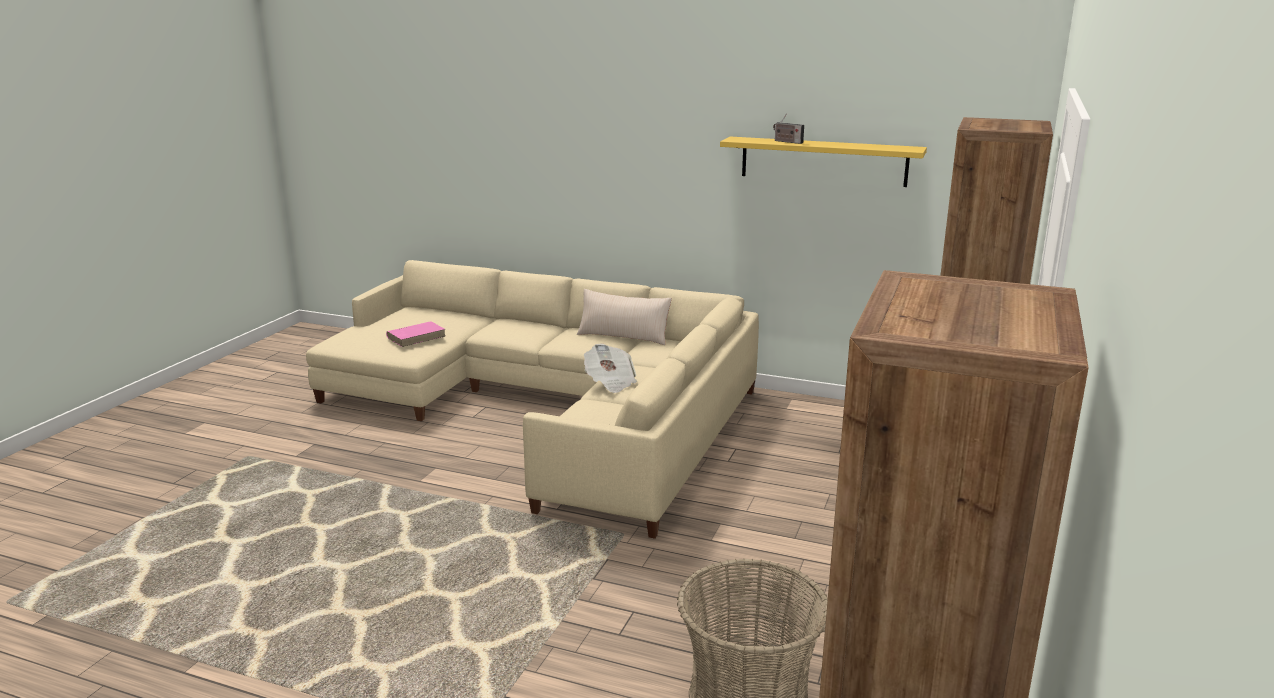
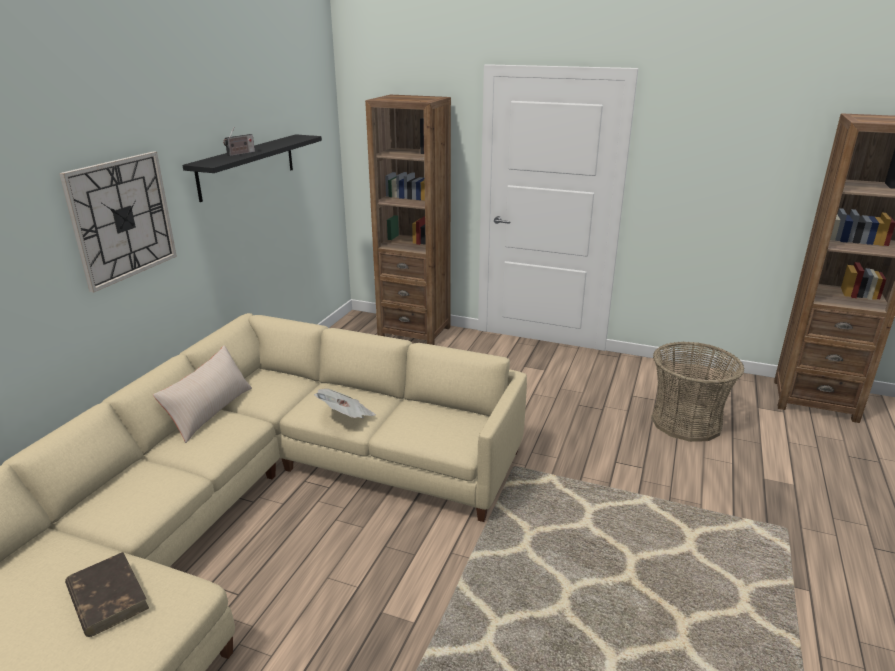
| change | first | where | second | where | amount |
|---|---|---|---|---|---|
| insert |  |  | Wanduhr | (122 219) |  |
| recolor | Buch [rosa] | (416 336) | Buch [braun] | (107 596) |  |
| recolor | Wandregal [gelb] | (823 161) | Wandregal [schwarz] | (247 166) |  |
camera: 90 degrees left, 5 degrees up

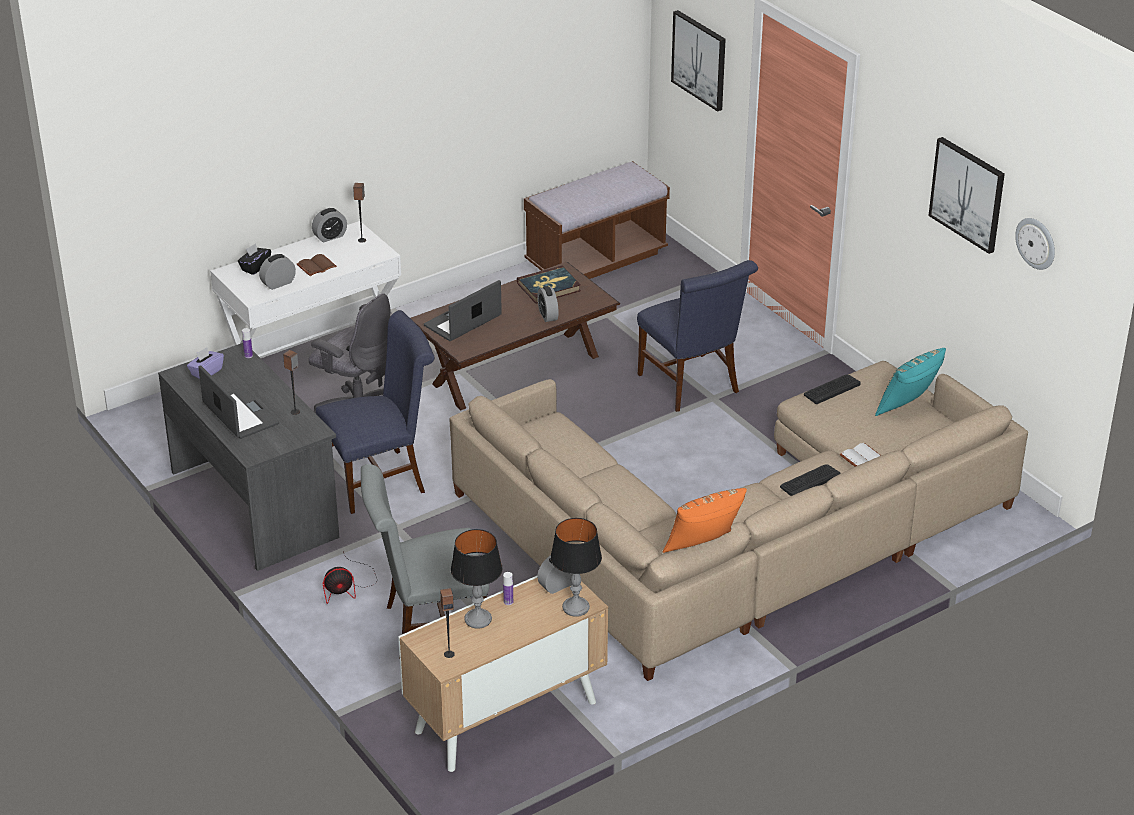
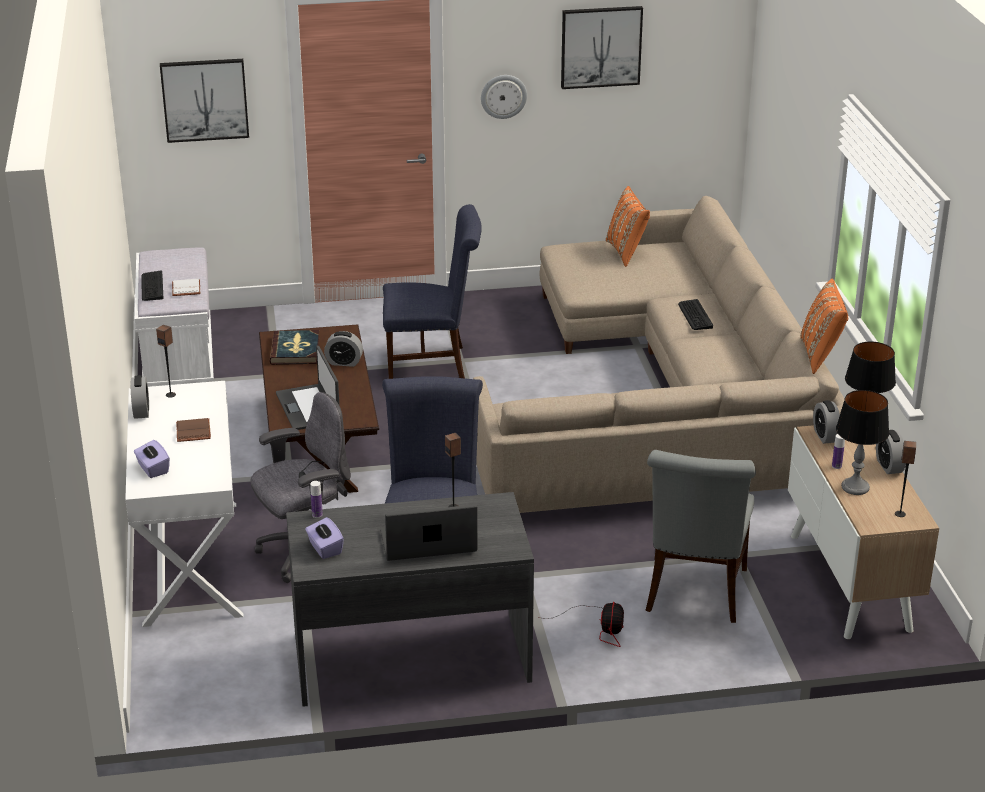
| change | first | where | second | where | amount |
|---|---|---|---|---|---|
| recolor | Taschentuchbox [schwarz] | (255 267) | Taschentuchbox [lila] | (152 469) |  |
| recolor | Bank [braun] | (596 259) | Bank [weiß] | (178 356) |  |
| move | Tastatur | (831 389) |  | (152 287) |  |
| move | Buch [weiß] | (861 456) |  | (185 288) |  |
| move | Wanduhr | (1036 243) |  | (503 96) |  |
| recolor | Kissen [türkis] | (908 409) | Kissen [orange] | (626 252) |  |
| move | Wecker | (278 283) |  | (889 466) |  |
camera: 65 degrees left, 5 degrees down

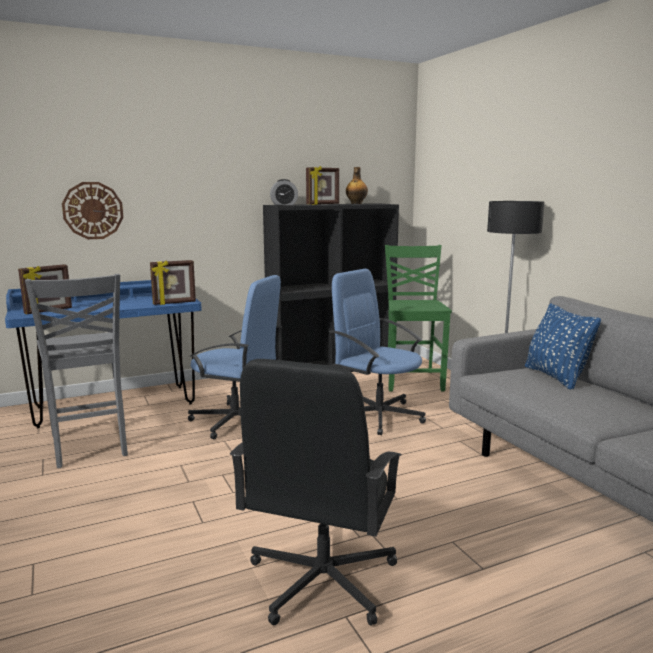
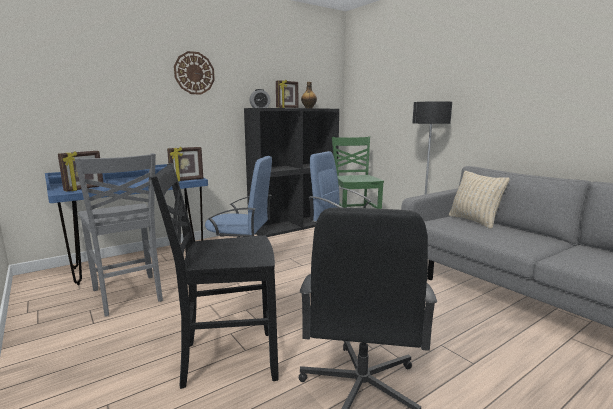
| change | first | where | second | where | amount |
|---|---|---|---|---|---|
| insert |  |  | Stuhl [schwarz] | (227 359) |  |
| move | Wanduhr | (93 210) |  | (194 73) |  |
| recolor | Kissen [blau] | (556 377) | Kissen [beige] | (474 221) |  |
camera: 10 degrees left, 0 degrees up

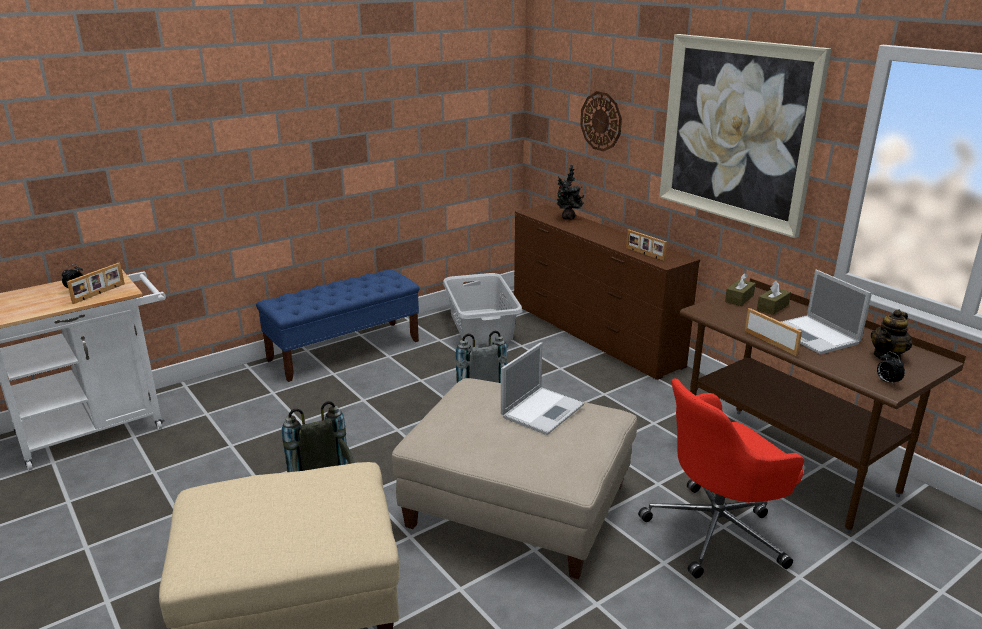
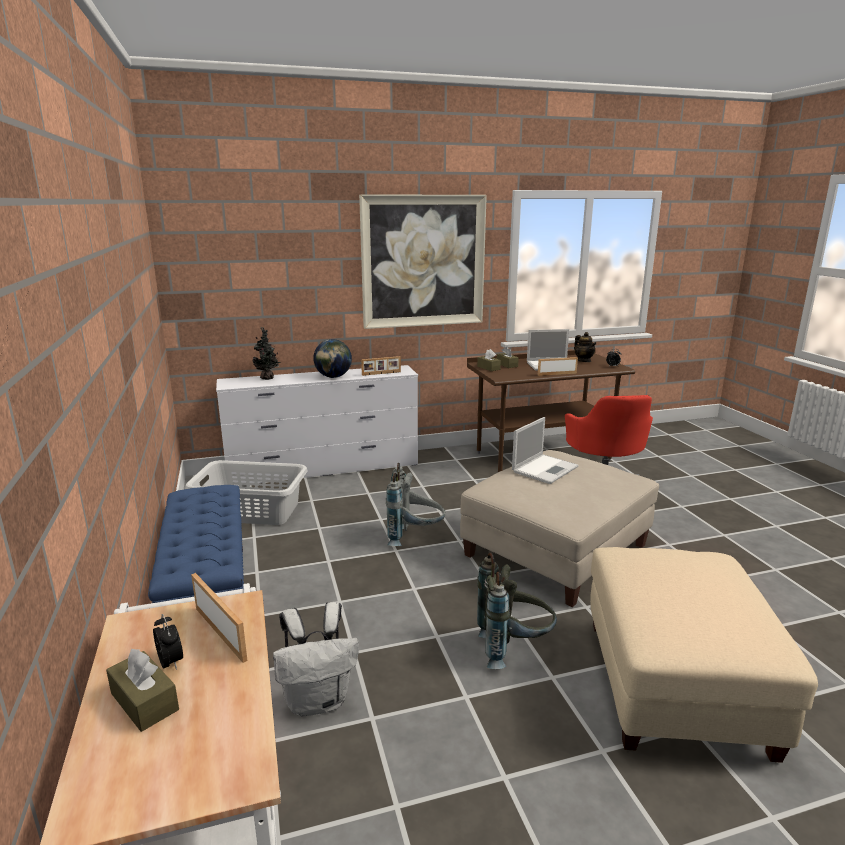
| change | first | where | second | where | amount |
|---|---|---|---|---|---|
| insert |  |  | Taschentuchbox [braun] | (144 701) |  |
| recolor | Kommode [braun] | (593 334) | Kommode [weiß] | (324 469) |  |
| insert |  |  | Rucksack [weiß] | (318 700) |  |
| insert |  |  | Globus | (333 377) |  |
| rotate | Laptop | (543 410) |  | (545 469) | 75 degrees clockwise |
| delete | Wanduhr | (601 121) |  |  |  |
camera: 70 degrees left, 5 degrees down

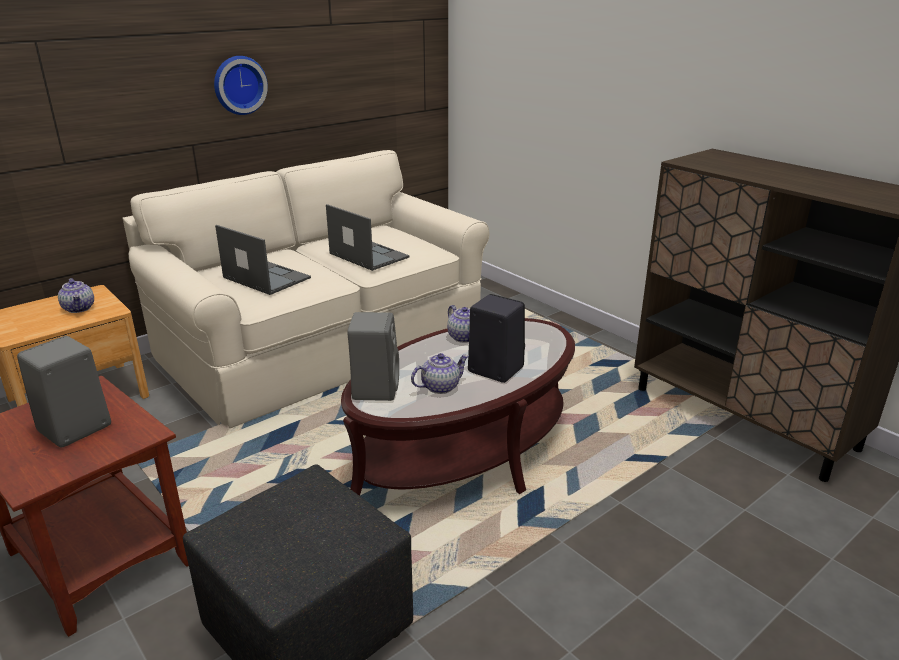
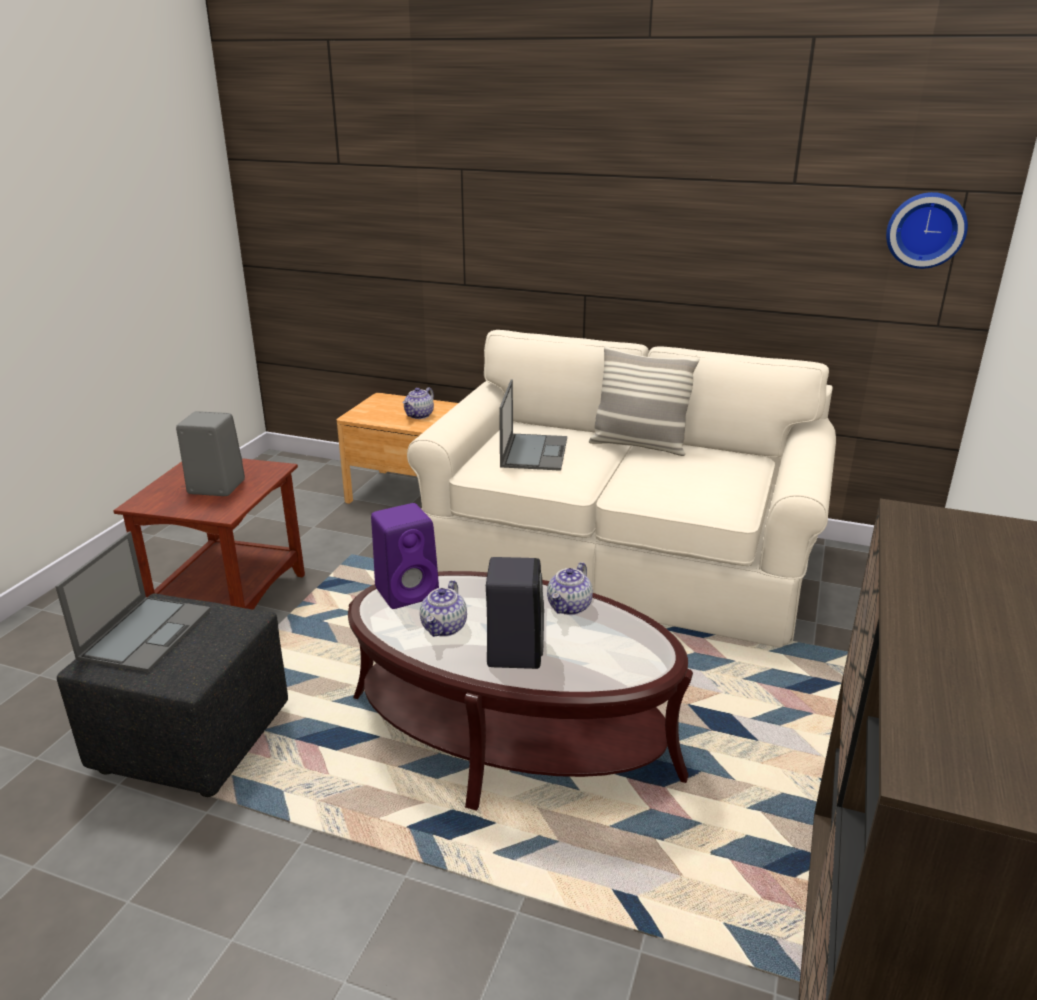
| change | first | where | second | where | amount |
|---|---|---|---|---|---|
| move | Laptop | (368 255) |  | (146 632) |  |
| recolor | Lautsprecher [grau] | (375 388) | Lautsprecher [lila] | (409 591) |  |
| rotate | Teekanne | (440 386) |  | (444 628) | 75 degrees clockwise |
| insert |  |  | Kissen | (639 445) |  |
| move | Wanduhr | (239 85) |  | (925 229) |  |
camera: 60 degrees right, 0 degrees up

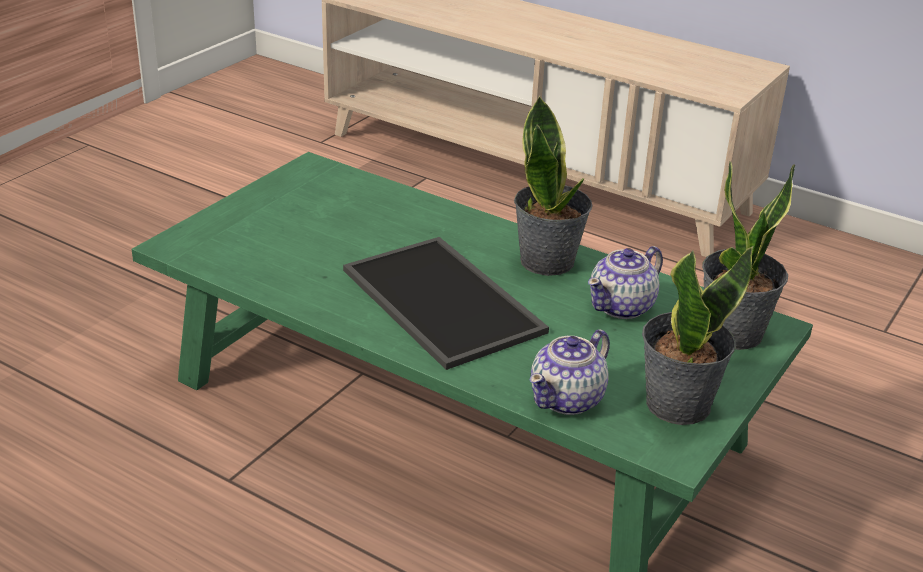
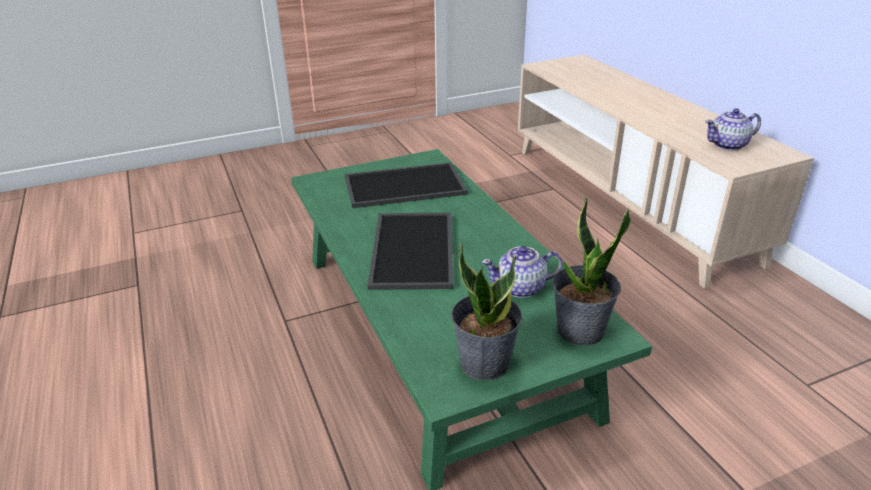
| change | first | where | second | where | amount |
|---|---|---|---|---|---|
| insert |  |  | Tablett | (403 186) |  |
| move | Teekanne | (568 399) |  | (728 145) |  |
| delete | Topfpflanze | (548 261) |  |  |  |
camera: 35 degrees right, 0 degrees up

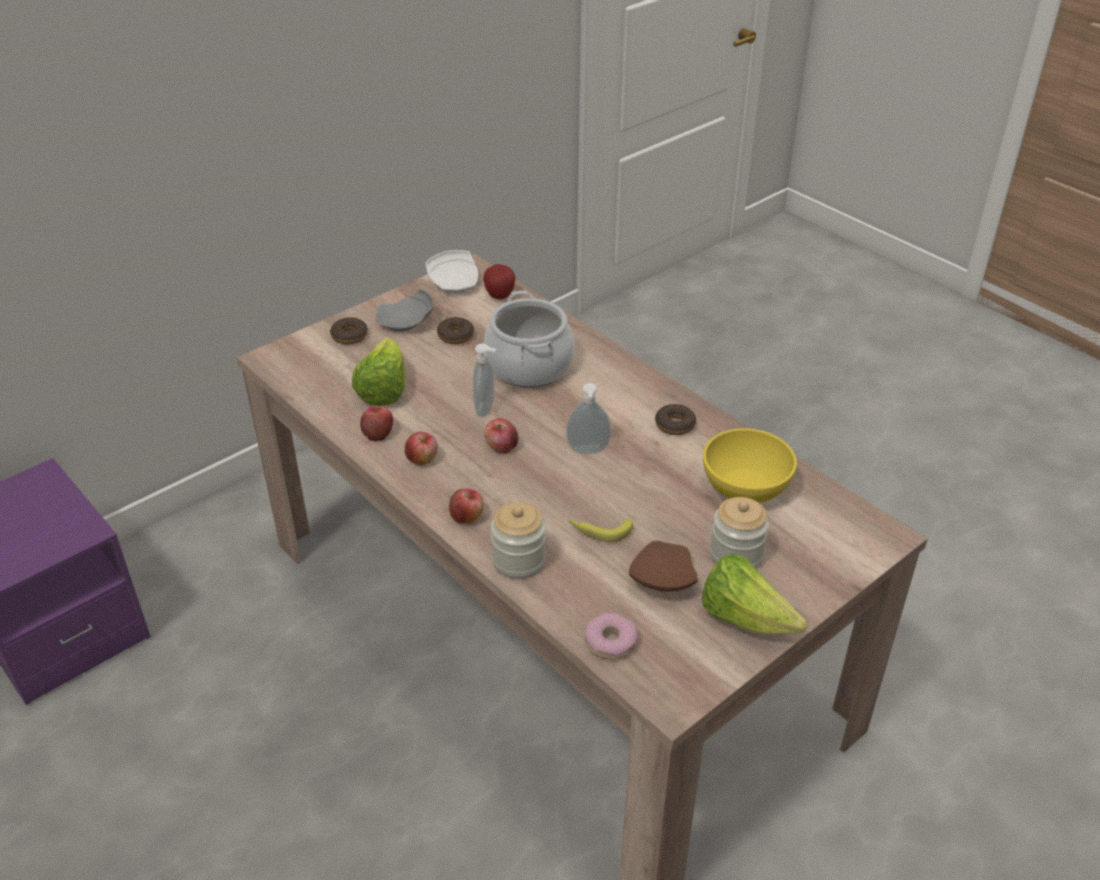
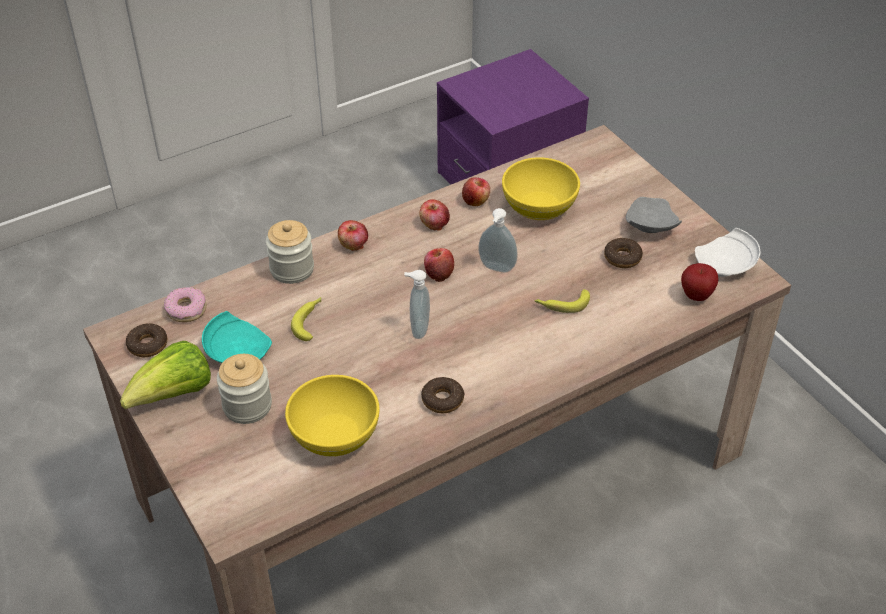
| change | first | where | second | where | amount |
|---|---|---|---|---|---|
| move | Donut | (349 336) |  | (147 345) |  |
| recolor | Teller [braun] | (661 580) | Teller [türkis] | (238 350) |  |
| replace | Salatkopf | (383 390) | Schüssel [gelb] | (538 206) |  |
| replace | Kochtopf | (528 366) | Banane | (562 304) |  |
camera: 100 degrees right, 5 degrees up

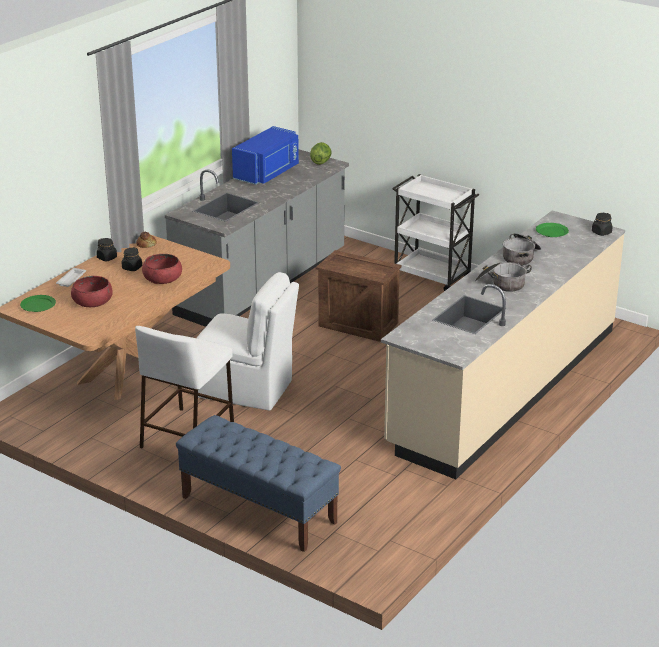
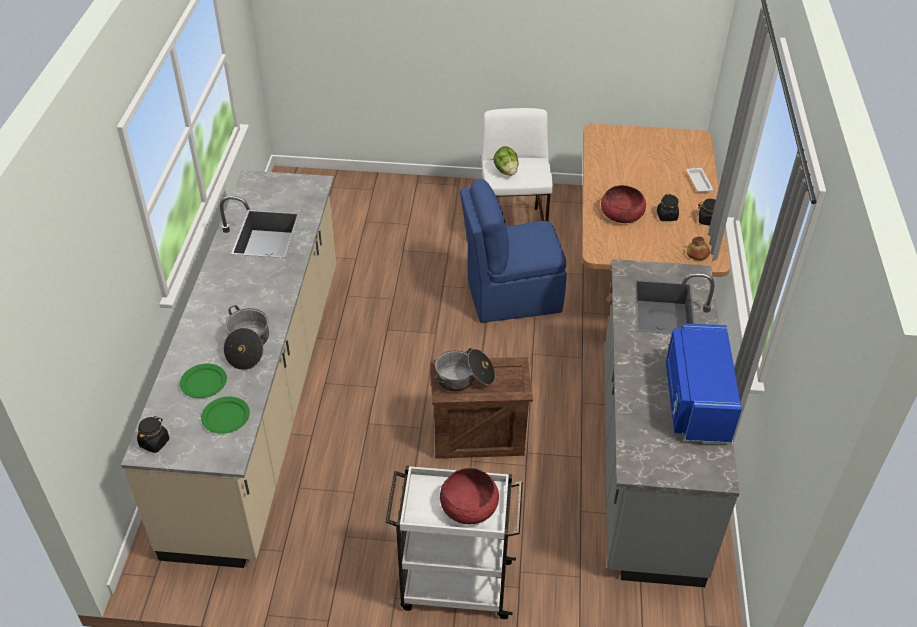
| change | first | where | second | where | amount |
|---|---|---|---|---|---|
| move | Teller [grün] | (38 305) |  | (203 383) |  |
| move | Kochtopf | (501 284) |  | (464 378) |  |
| move | Schüssel [rot] | (92 301) |  | (469 505) |  |
| recolor | Stuhl [weiß] | (246 389) | Stuhl [blau] | (511 296) |  |
| move | Salatkopf | (321 162) |  | (506 171) |  |
| delete | Bank [blau] | (258 509) |  |  |  |
camera: 150 degrees right, 15 degrees up

